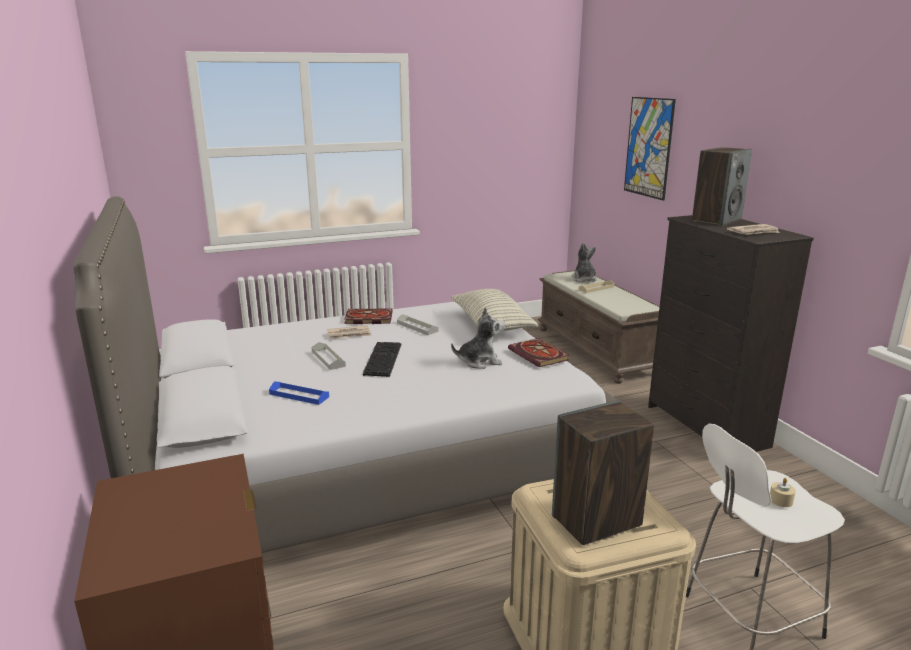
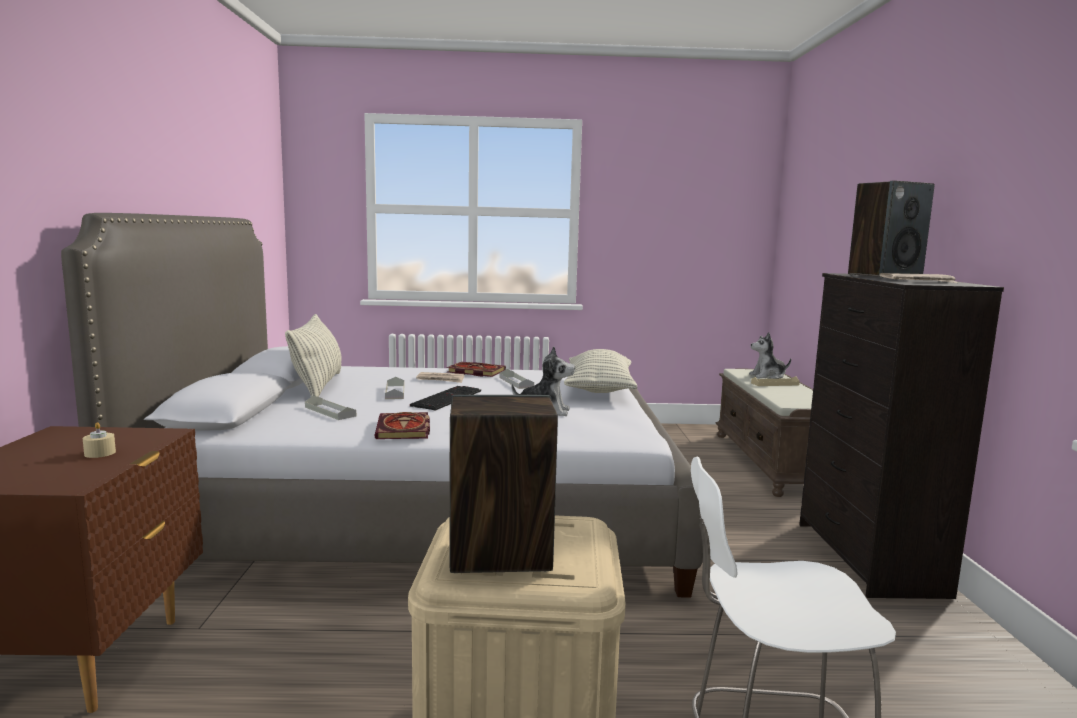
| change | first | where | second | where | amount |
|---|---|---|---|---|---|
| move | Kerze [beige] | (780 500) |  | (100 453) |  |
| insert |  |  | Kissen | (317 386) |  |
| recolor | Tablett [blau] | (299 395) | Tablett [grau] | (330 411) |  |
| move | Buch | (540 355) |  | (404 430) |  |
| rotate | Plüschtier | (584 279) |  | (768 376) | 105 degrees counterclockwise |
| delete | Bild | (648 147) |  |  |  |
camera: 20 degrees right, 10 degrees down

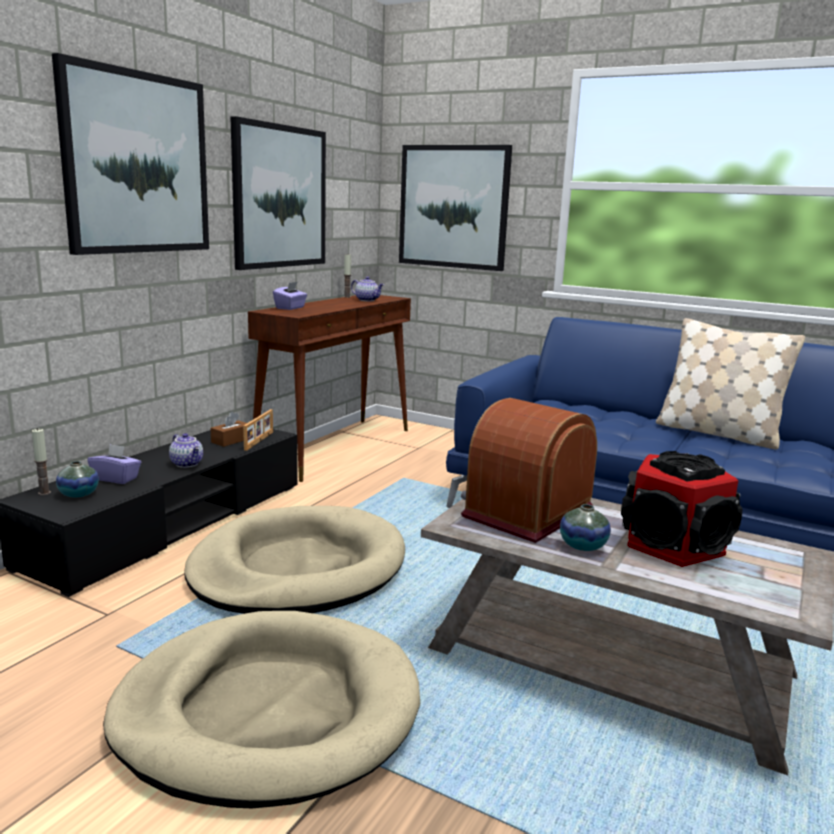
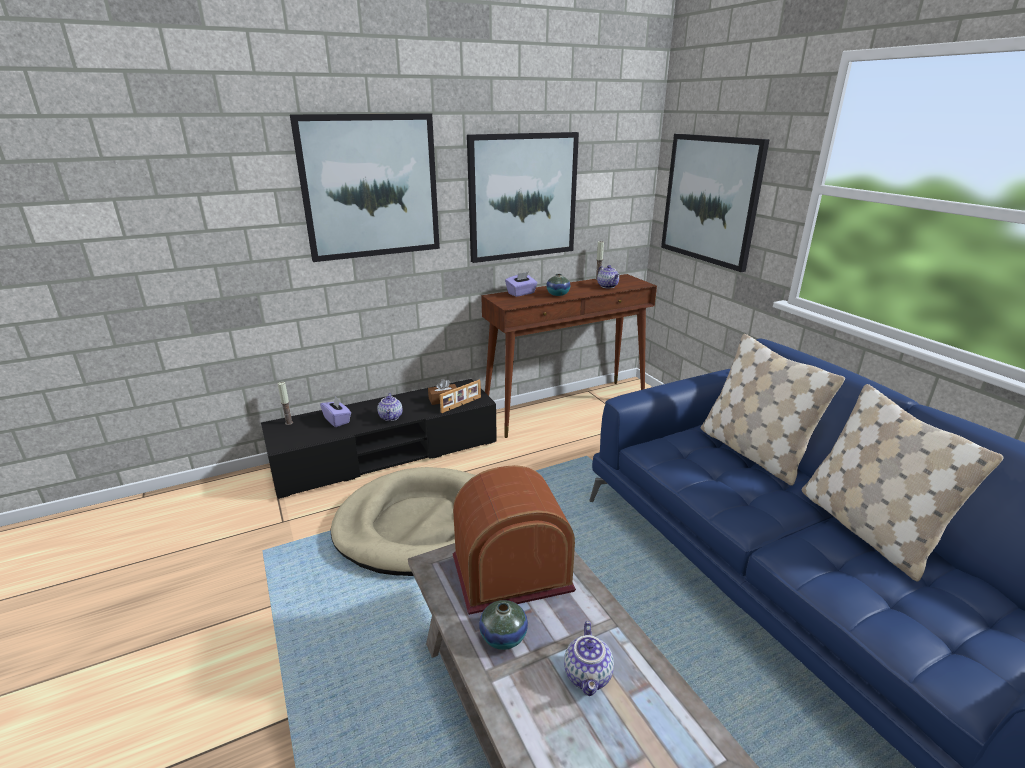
| change | first | where | second | where | amount |
|---|---|---|---|---|---|
| move | Vase | (78 494) |  | (558 294) |  |
| replace | Lautsprecher | (673 545) | Teekanne | (589 676) |  |
| insert |  |  | Kissen [beige] | (753 452) |  |
| delete | Hundebett [beige] | (268 712) |  |  |  |
camera: 35 degrees right, 10 degrees up

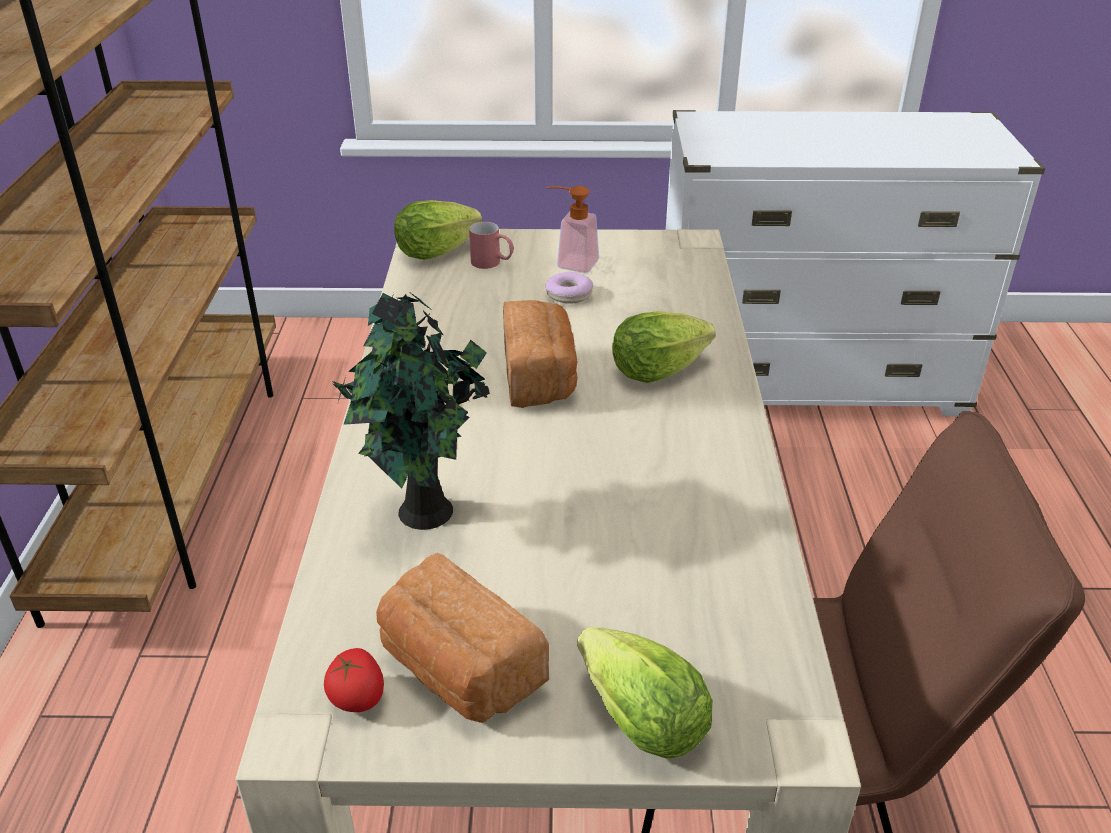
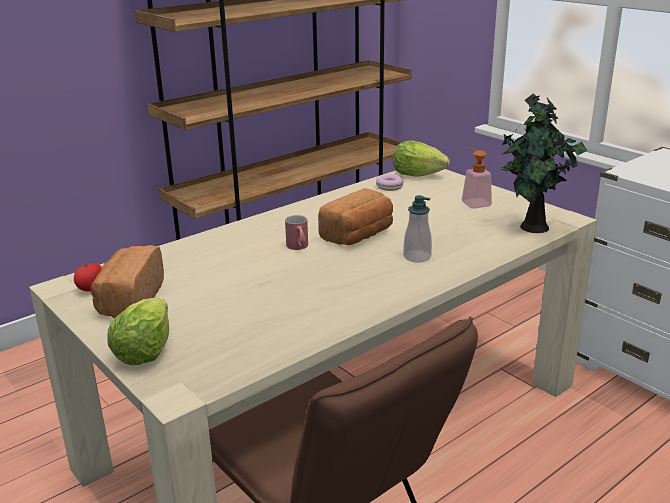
| change | first | where | second | where | amount |
|---|---|---|---|---|---|
| move | Henkelbecher [rot] | (492 263) |  | (298 247) |  |
| move | Donut | (569 294) |  | (389 186) |  |
| replace | Salatkopf | (656 370) | Seifenspender | (417 257) |  |
| move | Topfpflanze | (426 515) |  | (533 228) |  |
camera: 50 degrees right, 10 degrees down

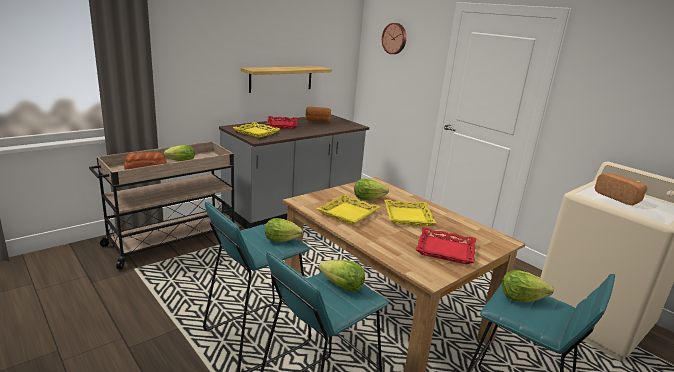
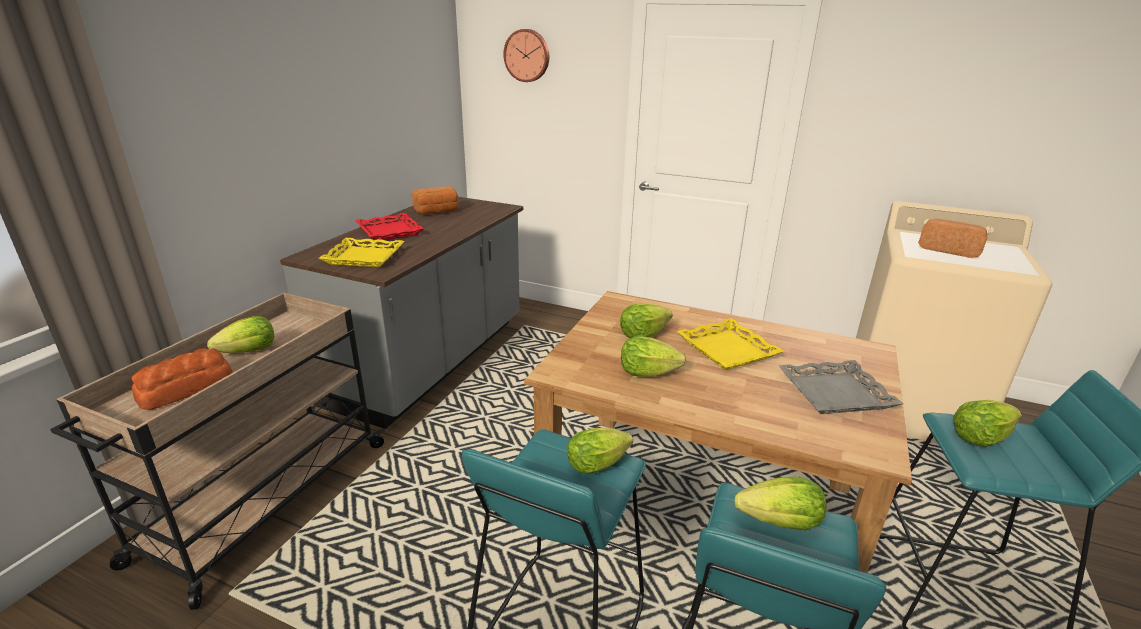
| change | first | where | second | where | amount |
|---|---|---|---|---|---|
| replace | Tablett [gelb] | (348 213) | Salatkopf | (647 372) |  |
| recolor | Tablett [rot] | (445 250) | Tablett [grau] | (835 393) |  |
| delete | Wandregal | (281 78) |  |  |  |
camera: 25 degrees left, 5 degrees up

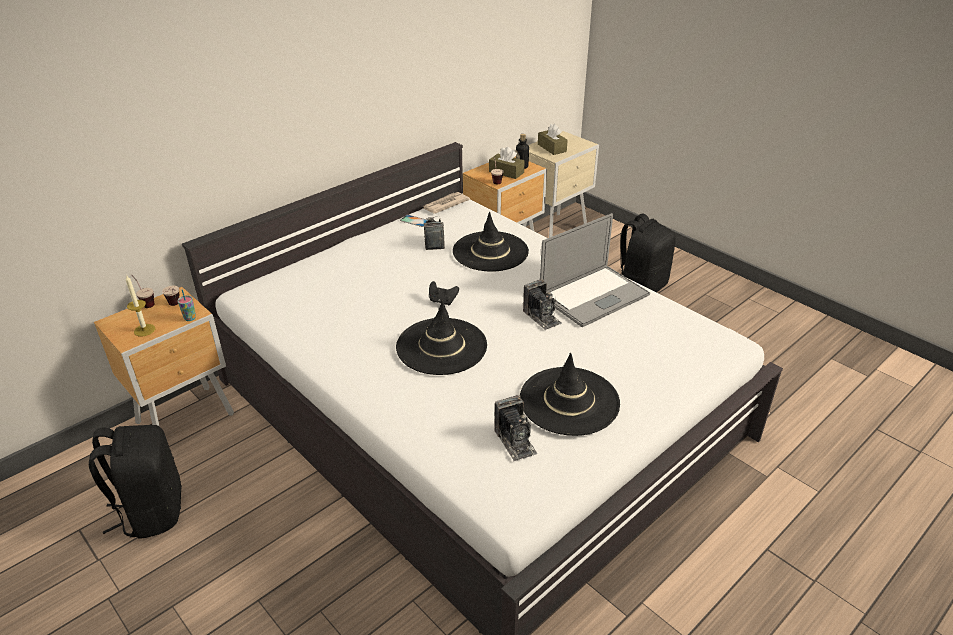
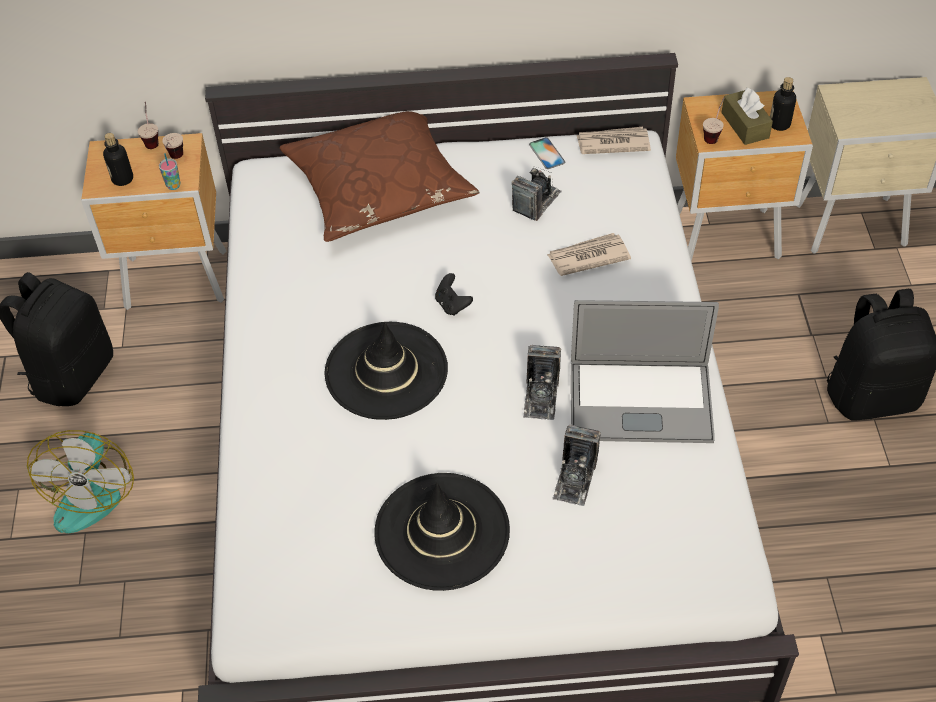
| change | first | where | second | where | amount |
|---|---|---|---|---|---|
| insert |  |  | Ventilator | (91 490) |  |
| replace | Kerze | (144 330) | Flasche | (122 179) |  |
| insert |  |  | Kissen [braun] | (379 186) |  |
| replace | Hut [schwarz] | (490 252) | Zeitung | (587 257) |  |
| move | Kamera | (515 441) |  | (575 478) |  |
| delete | Taschentuchbox [braun] | (552 148) |  |  |  |
camera: 40 degrees right, 15 degrees up

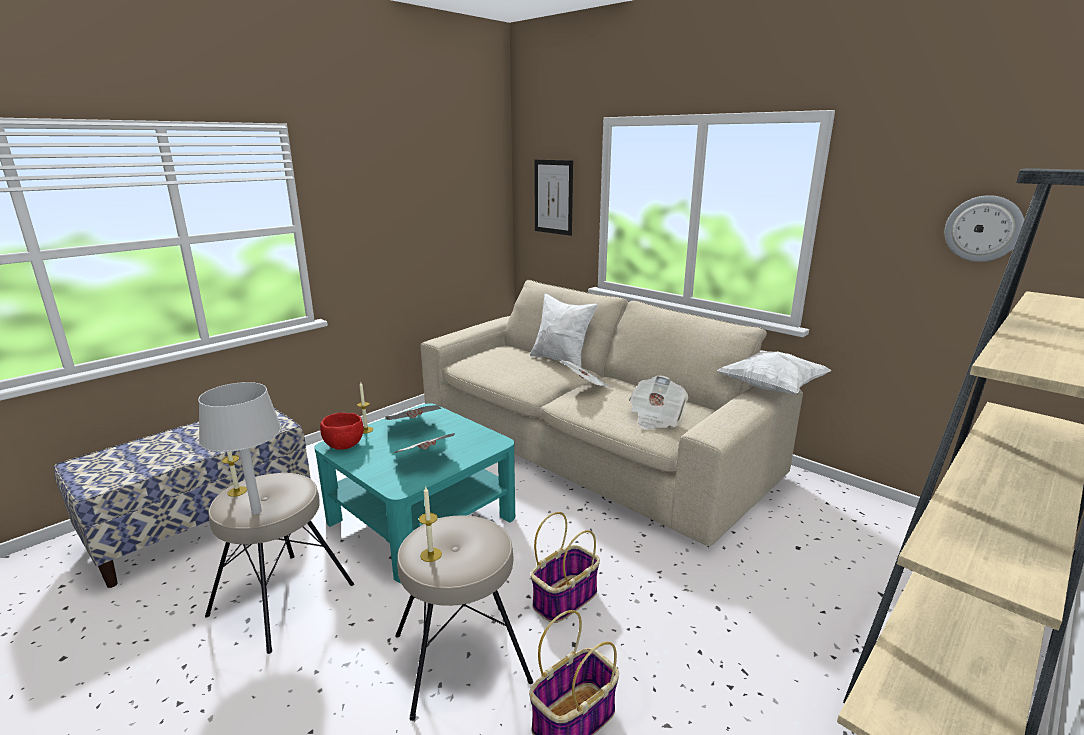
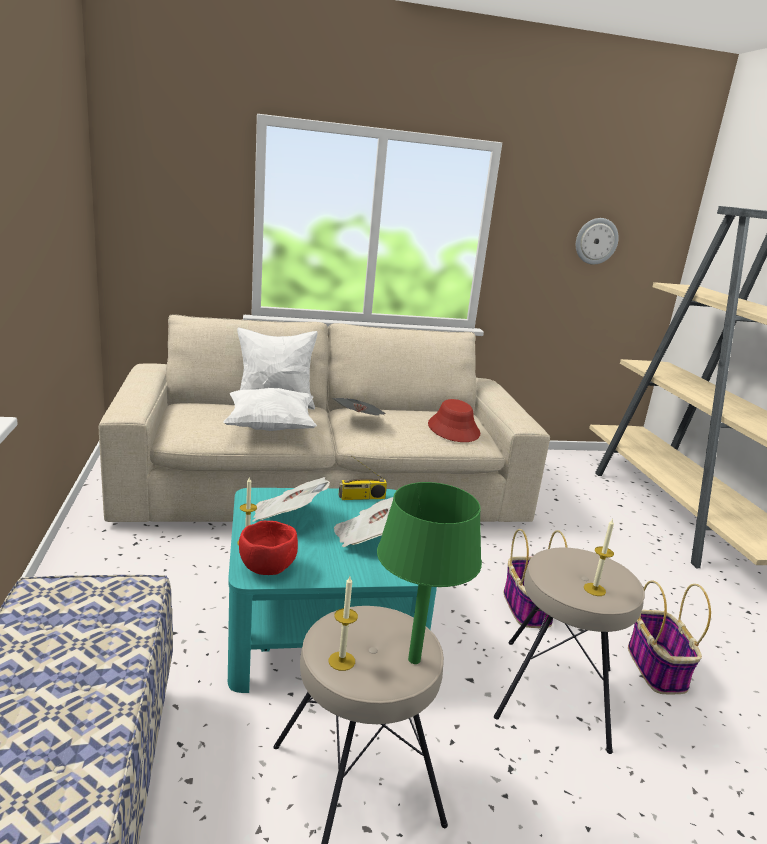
| change | first | where | second | where | amount |
|---|---|---|---|---|---|
| move | Kissen [weiß] | (771 388) |  | (270 427) |  |
| insert |  |  | Radio | (361 497) |  |
| recolor | Tischlampe [grau] | (257 512) | Tischlampe [grün] | (414 659) |  |
| replace | Zeitung | (656 418) | Hut [rot] | (454 429) |  |
| delete | Bild | (553 197) |  |  |  |
camera: 55 degrees left, 0 degrees up

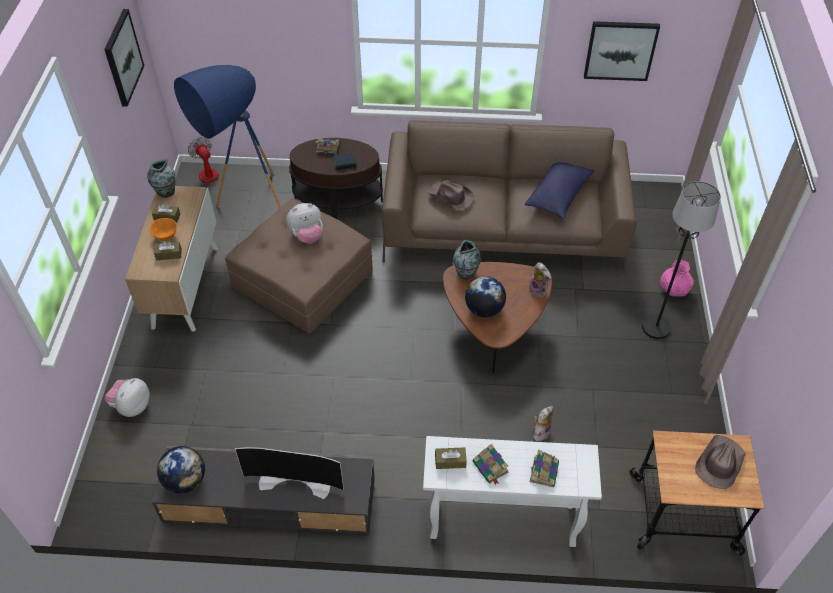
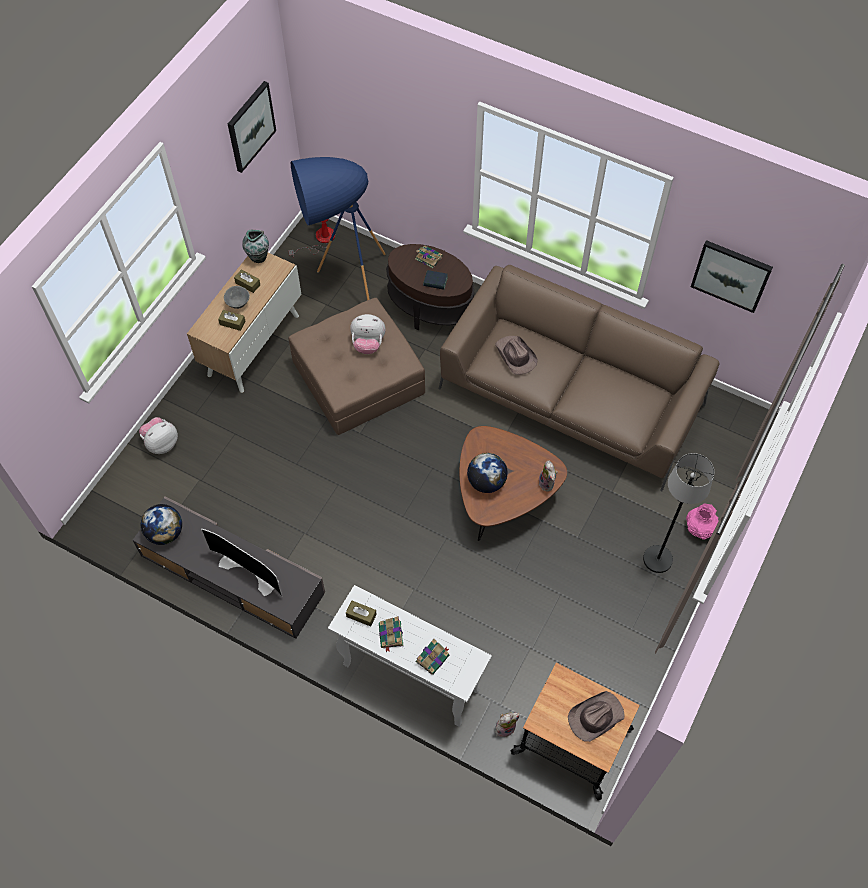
| change | first | where | second | where | amount |
|---|---|---|---|---|---|
| recolor | Schüssel [orange] | (165 236) | Schüssel [grau] | (237 303) |  |
| move | Plüschtier | (540 431) |  | (505 727) |  |
| delete | Vase | (466 272) |  |  |  |
| delete | Kissen [blau] | (558 195) |  |  |  |
camera: 25 degrees right, 10 degrees up

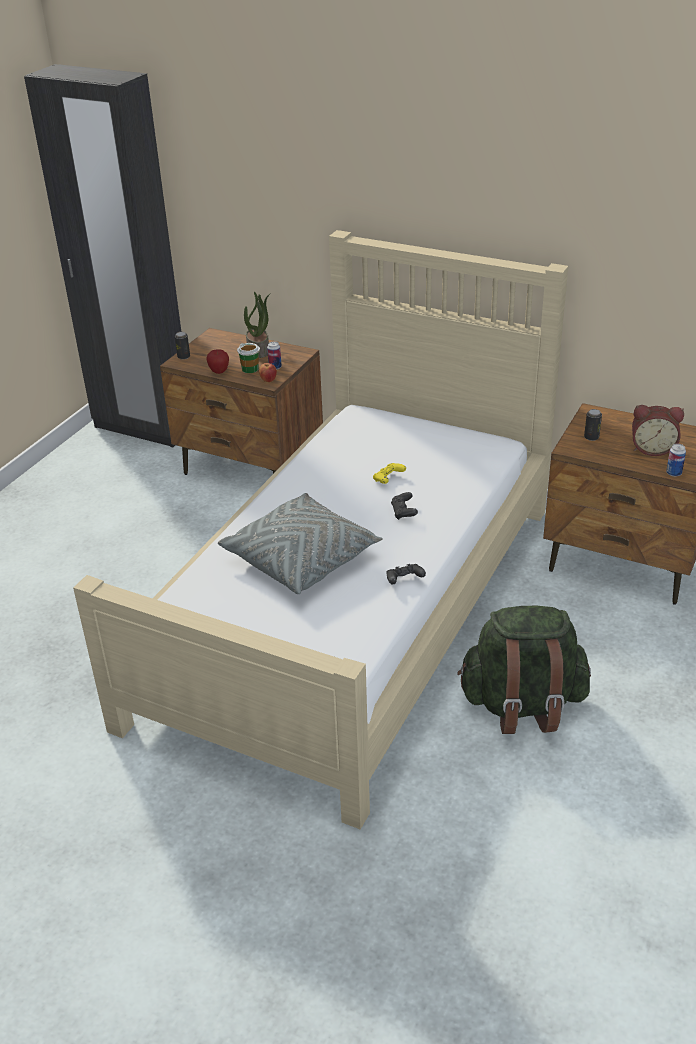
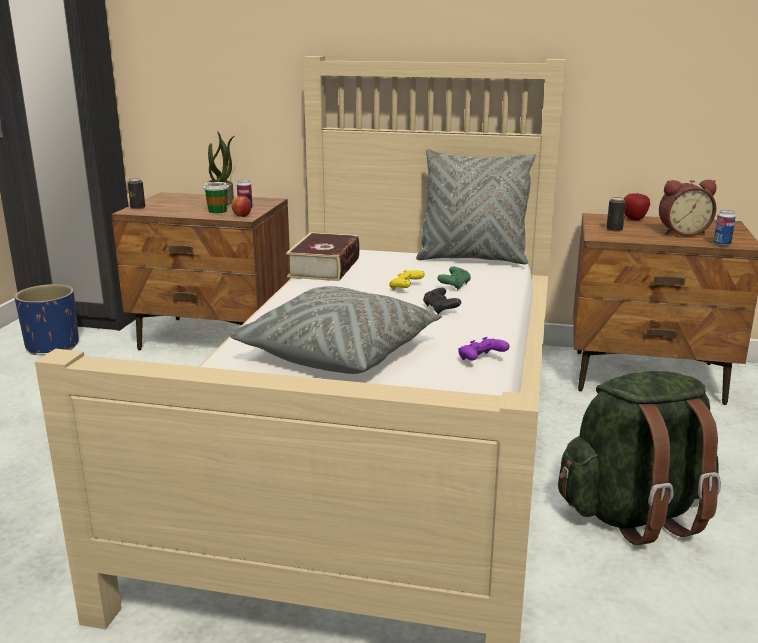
| change | first | where | second | where | amount |
|---|---|---|---|---|---|
| insert |  |  | Pflanzkübel [blau] | (52 346) |  |
| insert |  |  | Buch | (324 267) |  |
| insert |  |  | Kissen [grau] | (472 259) |  |
| insert |  |  | Gamepad [grün] | (454 286) |  |
| recolor | Gamepad [schwarz] | (404 580) | Gamepad [lila] | (481 360) |  |
| move | Apfel | (219 372) |  | (634 219) |  |
camera: 15 degrees left, 15 degrees down

